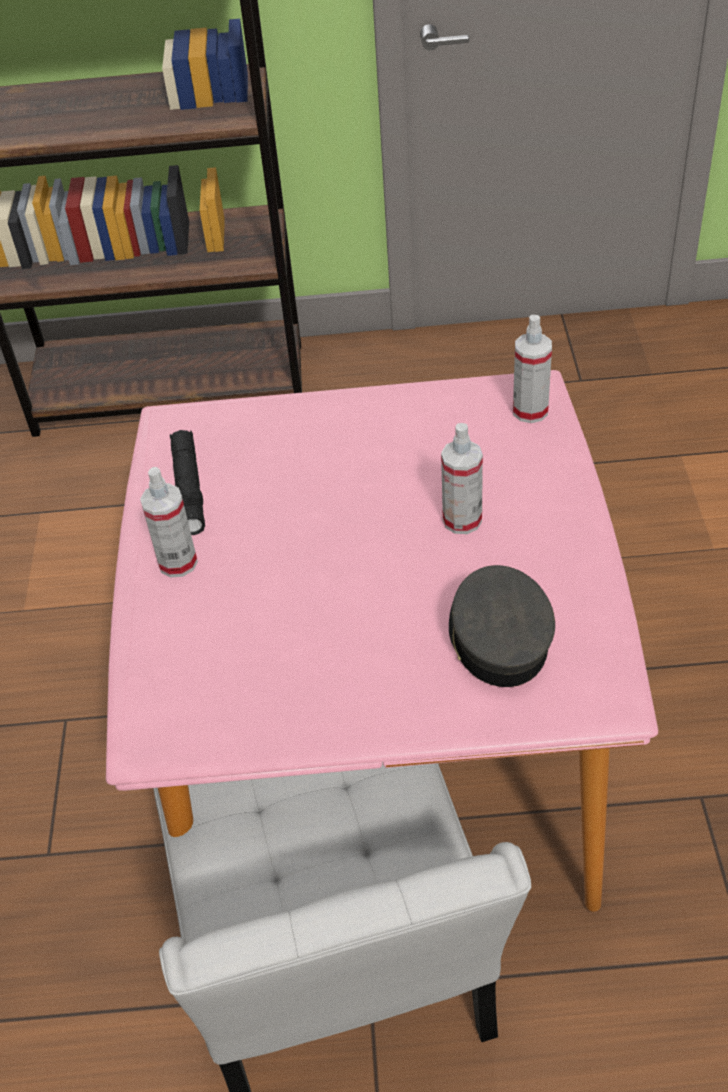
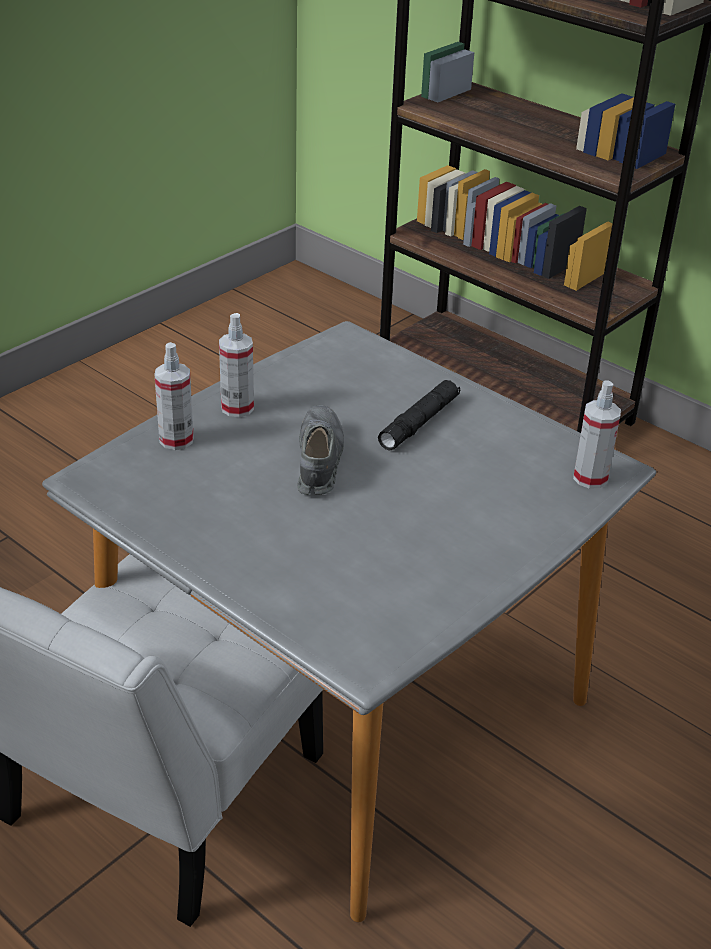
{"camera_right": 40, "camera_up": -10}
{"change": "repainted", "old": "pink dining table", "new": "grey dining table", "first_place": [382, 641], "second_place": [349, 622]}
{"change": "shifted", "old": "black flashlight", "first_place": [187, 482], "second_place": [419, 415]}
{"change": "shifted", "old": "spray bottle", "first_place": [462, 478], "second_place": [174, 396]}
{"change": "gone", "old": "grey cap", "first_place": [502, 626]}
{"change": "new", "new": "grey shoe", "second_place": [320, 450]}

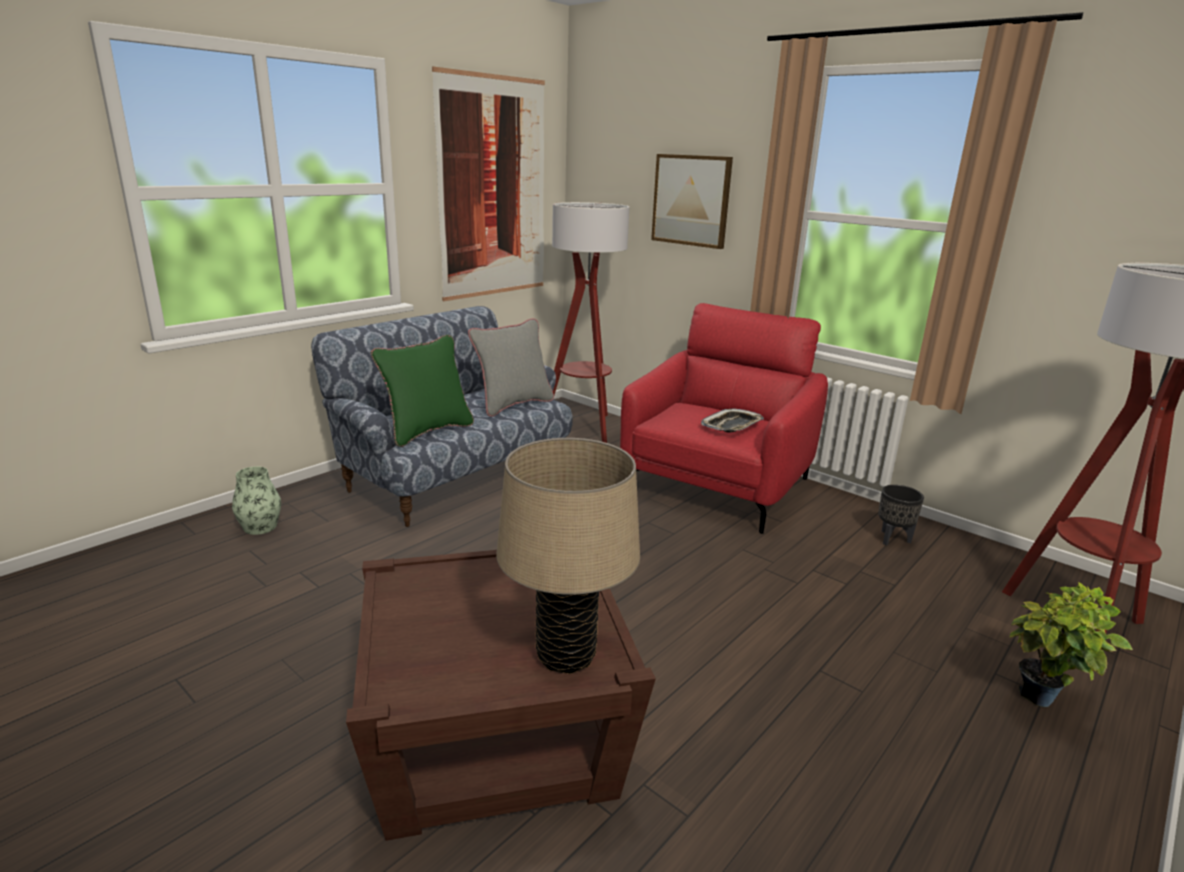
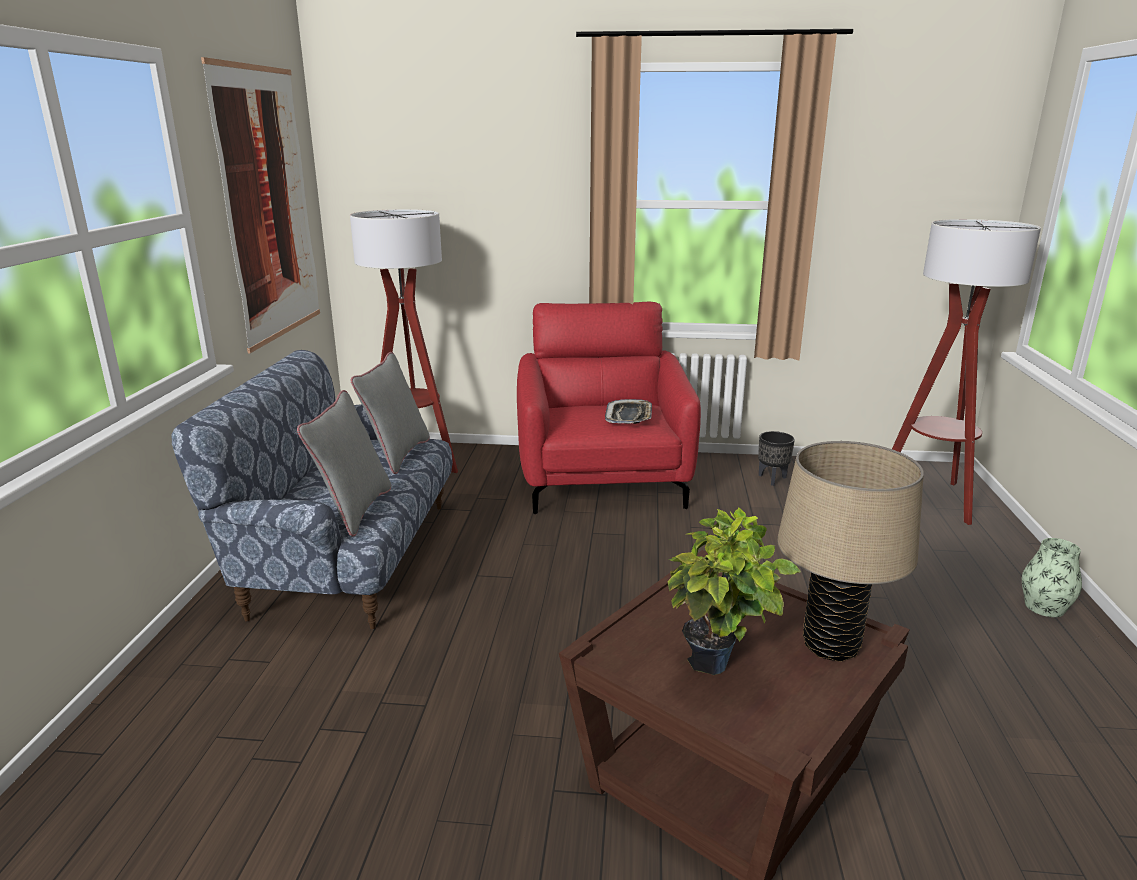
{"camera_right": -35, "camera_up": 0}
{"change": "shifted", "old": "vase", "first_place": [256, 500], "second_place": [1052, 577]}
{"change": "repainted", "old": "green pillow", "new": "grey pillow", "first_place": [422, 391], "second_place": [344, 463]}
{"change": "gone", "old": "picture", "first_place": [692, 201]}
{"change": "shifted", "old": "potted plant", "first_place": [1071, 644], "second_place": [734, 591]}

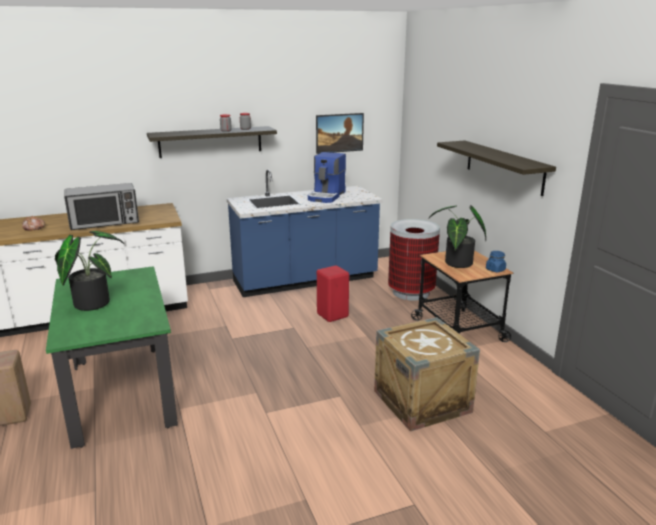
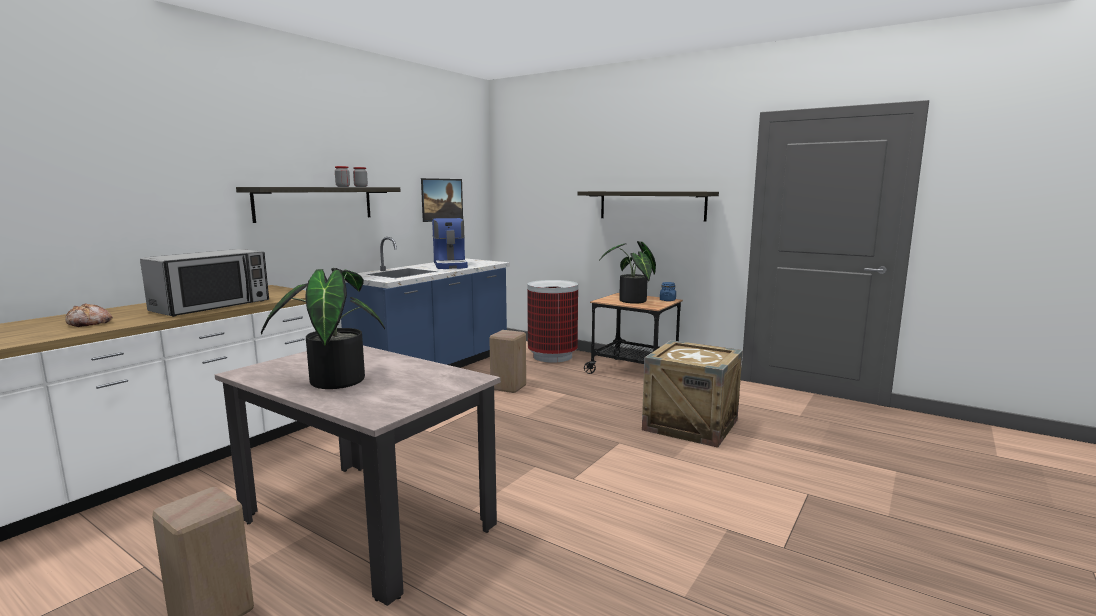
{"camera_right": -35, "camera_up": -10}
{"change": "repainted", "old": "green dining table", "new": "beige dining table", "first_place": [112, 357], "second_place": [358, 476]}
{"change": "repainted", "old": "red stool", "new": "beige stool", "first_place": [333, 293], "second_place": [507, 361]}

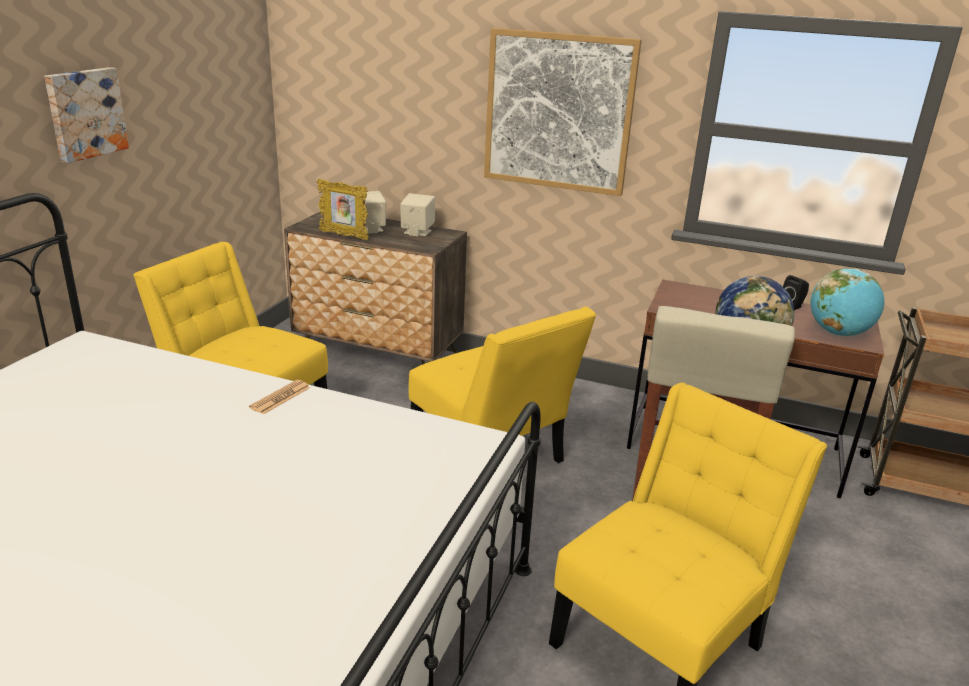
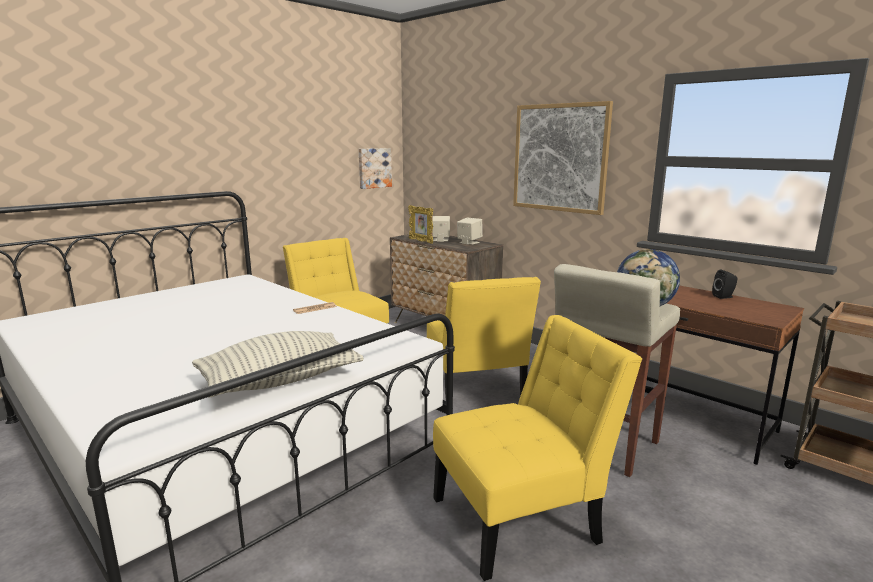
{"camera_right": 25, "camera_up": -10}
{"change": "shifted", "old": "picture", "first_place": [86, 115], "second_place": [375, 168]}
{"change": "gone", "old": "globe", "first_place": [847, 302]}
{"change": "new", "new": "pillow", "second_place": [278, 364]}

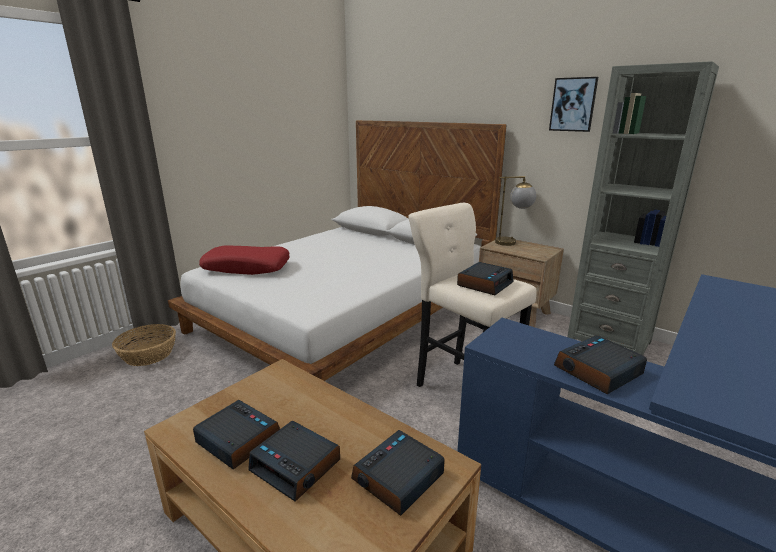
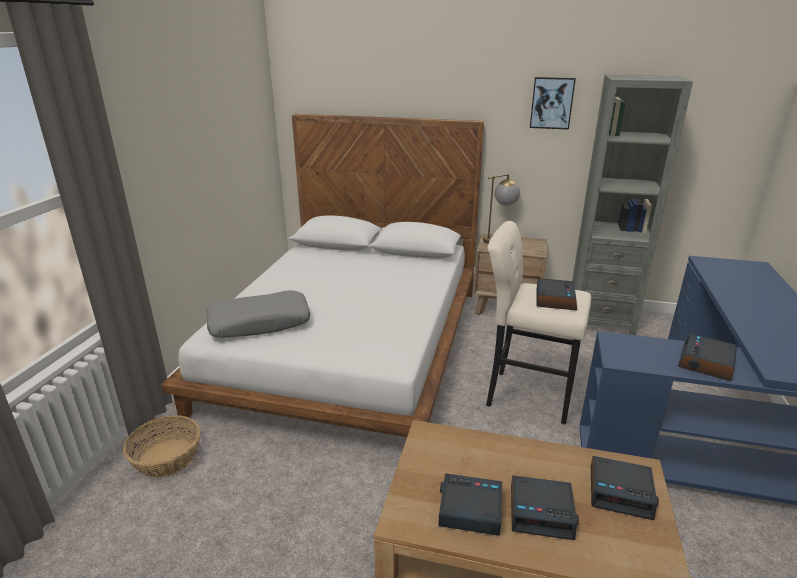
{"camera_right": -25, "camera_up": 5}
{"change": "repainted", "old": "red pillow", "new": "grey pillow", "first_place": [244, 260], "second_place": [258, 314]}
{"change": "rotated", "old": "alarm clock", "first_place": [398, 473], "second_place": [625, 488], "degrees": -90}

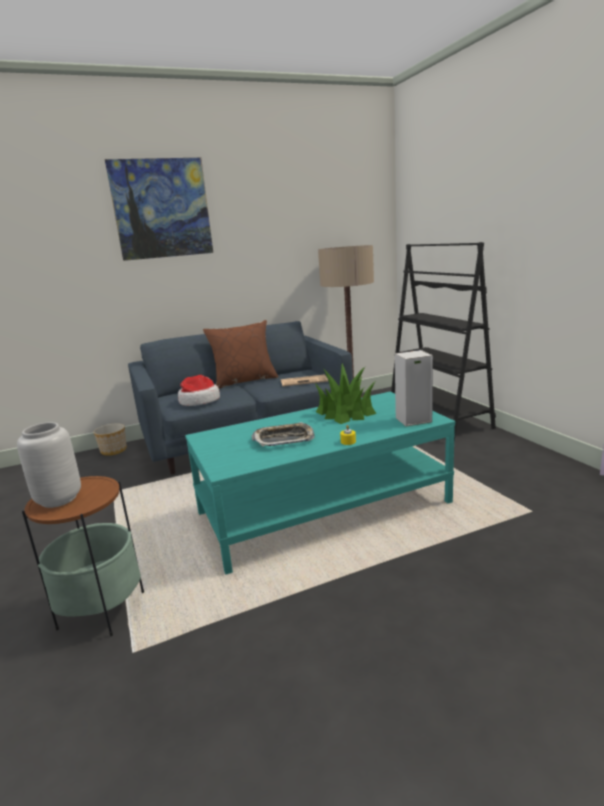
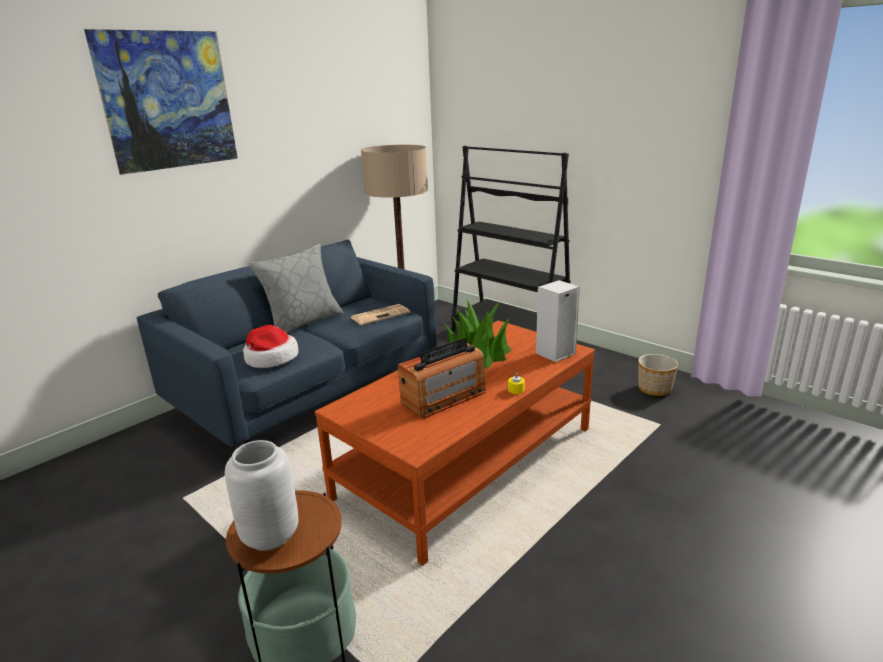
{"camera_right": -25, "camera_up": 5}
{"change": "shifted", "old": "planter", "first_place": [110, 439], "second_place": [658, 375]}
{"change": "repainted", "old": "turquoise coffee table", "new": "brown coffee table", "first_place": [320, 483], "second_place": [455, 443]}
{"change": "repainted", "old": "brown pillow", "new": "grey pillow", "first_place": [241, 354], "second_place": [296, 288]}
{"change": "swapped", "old": "tray", "new": "radio", "first_place": [283, 434], "second_place": [442, 378]}

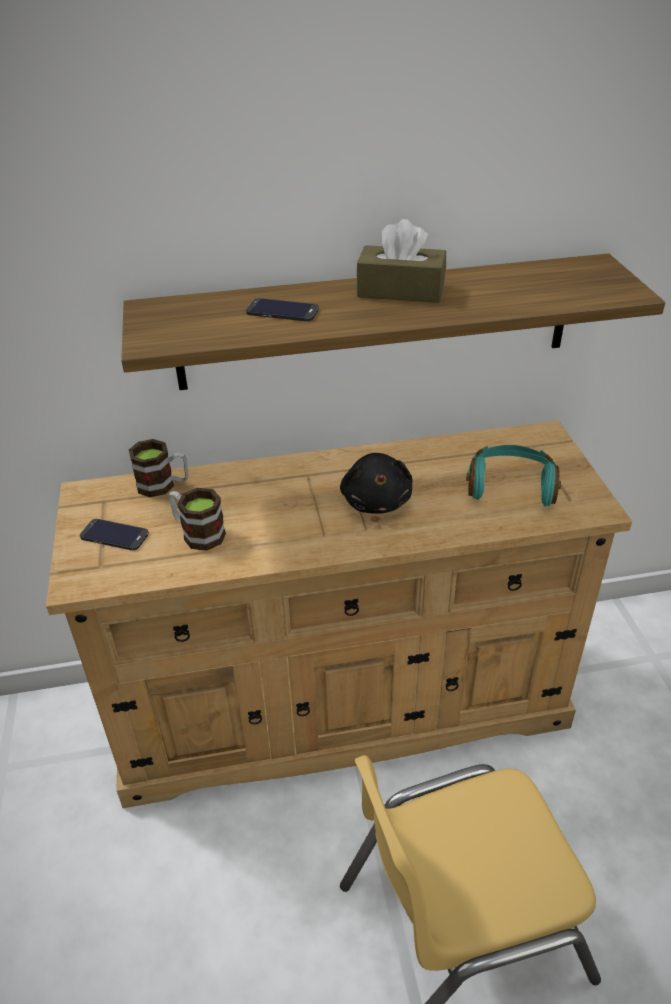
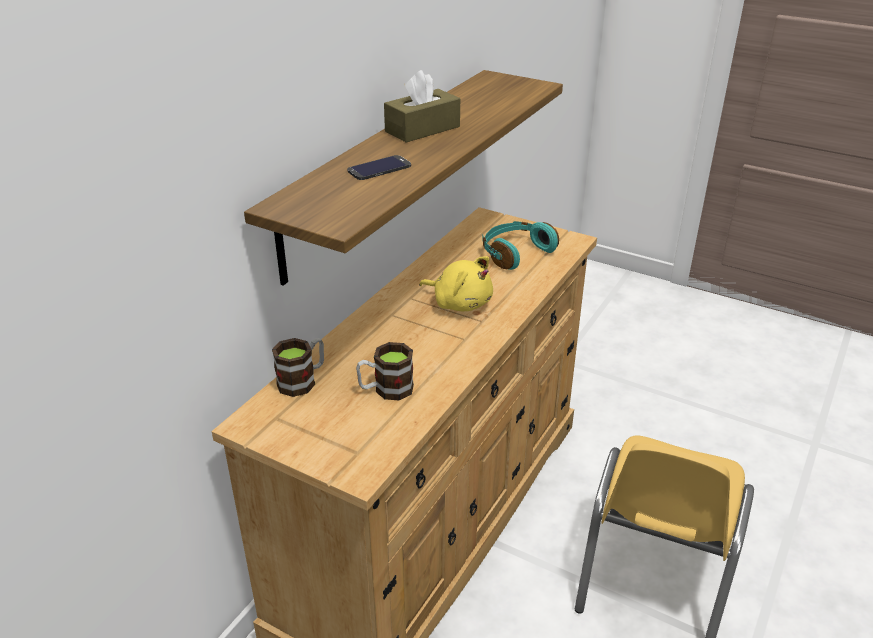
{"camera_right": -50, "camera_up": -5}
{"change": "gone", "old": "phone", "first_place": [114, 534]}
{"change": "repainted", "old": "black plush toy", "new": "yellow plush toy", "first_place": [376, 483], "second_place": [456, 283]}

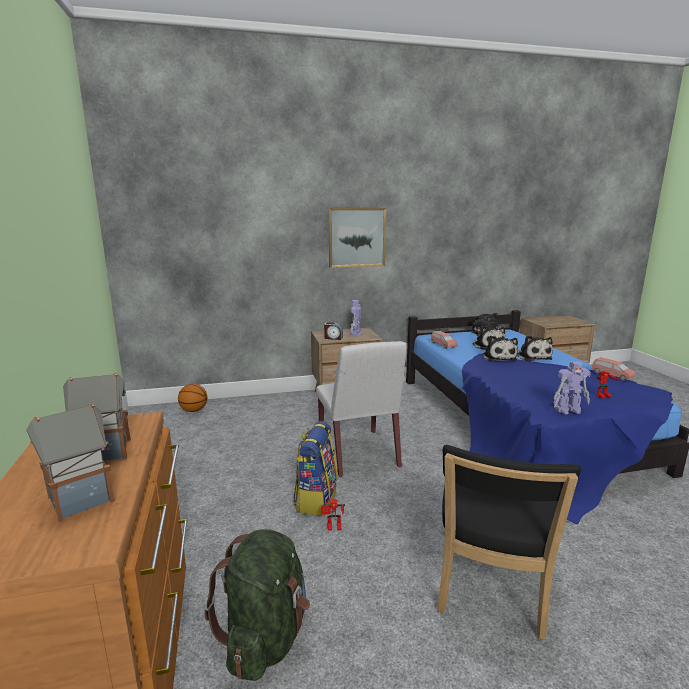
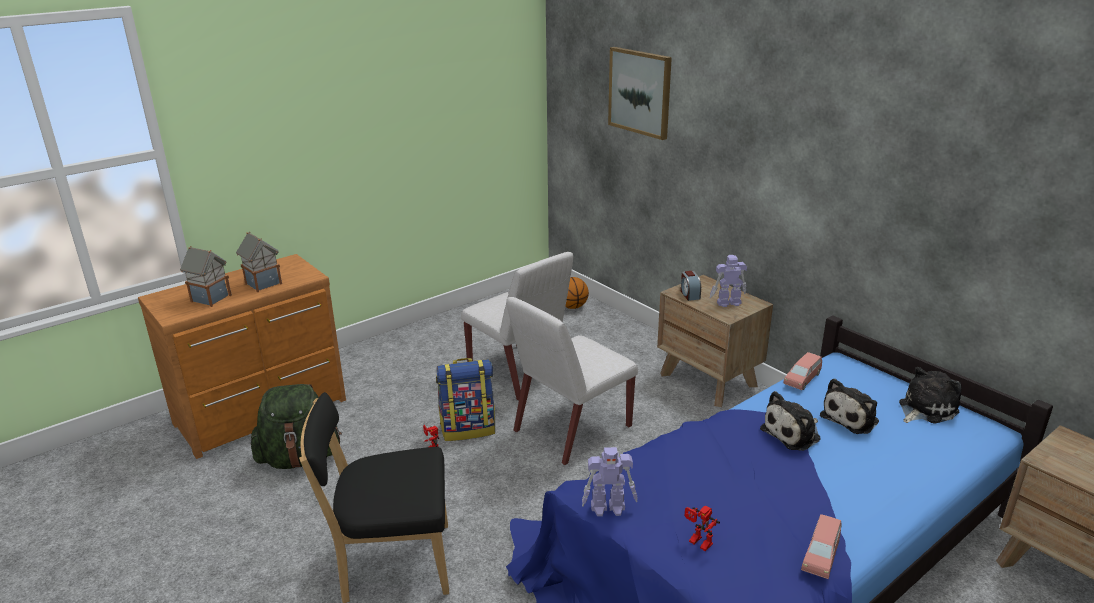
{"camera_right": 65, "camera_up": 10}
{"change": "shifted", "old": "picture", "first_place": [357, 238], "second_place": [640, 93]}
{"change": "gone", "old": "plush toy", "first_place": [535, 348]}
{"change": "rotated", "old": "toy robot", "first_place": [572, 387], "second_place": [610, 481], "degrees": -60}
{"change": "new", "new": "white chair", "second_place": [517, 326]}

